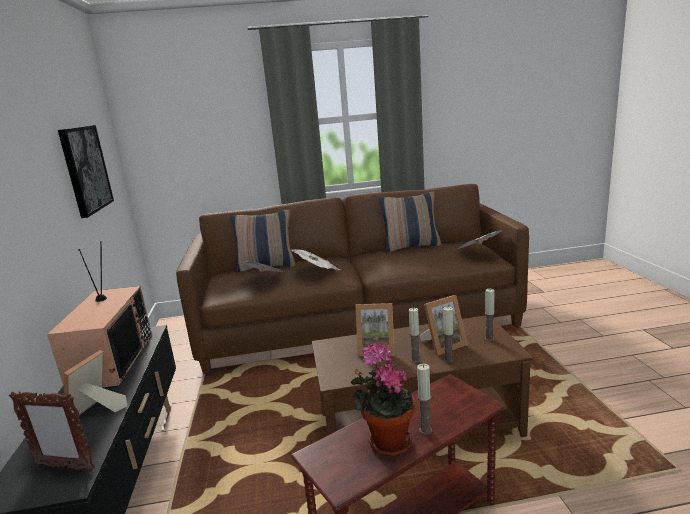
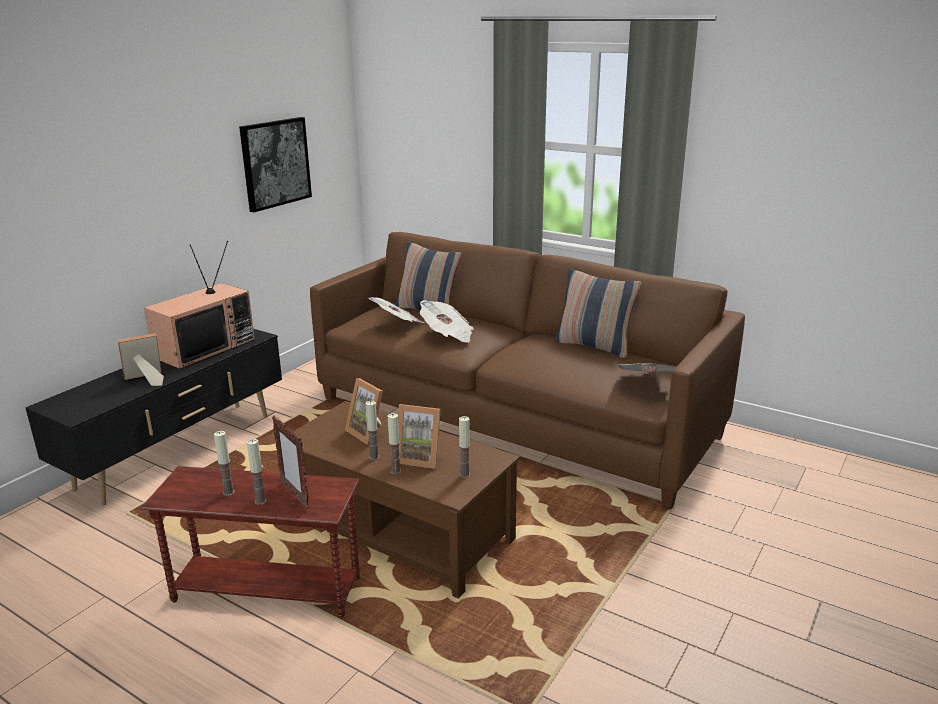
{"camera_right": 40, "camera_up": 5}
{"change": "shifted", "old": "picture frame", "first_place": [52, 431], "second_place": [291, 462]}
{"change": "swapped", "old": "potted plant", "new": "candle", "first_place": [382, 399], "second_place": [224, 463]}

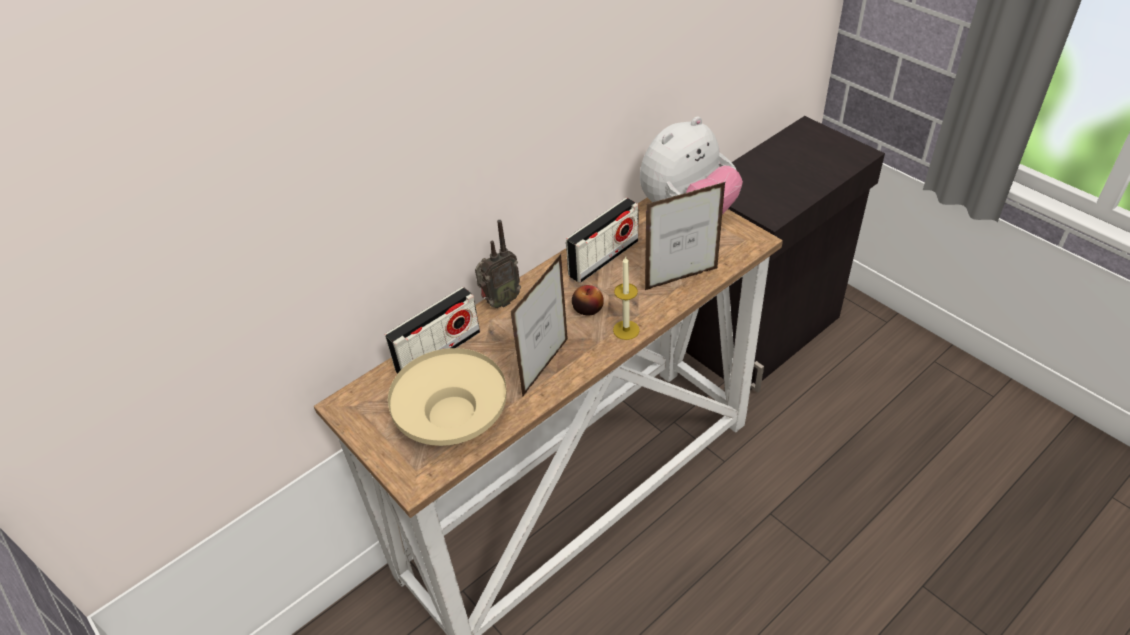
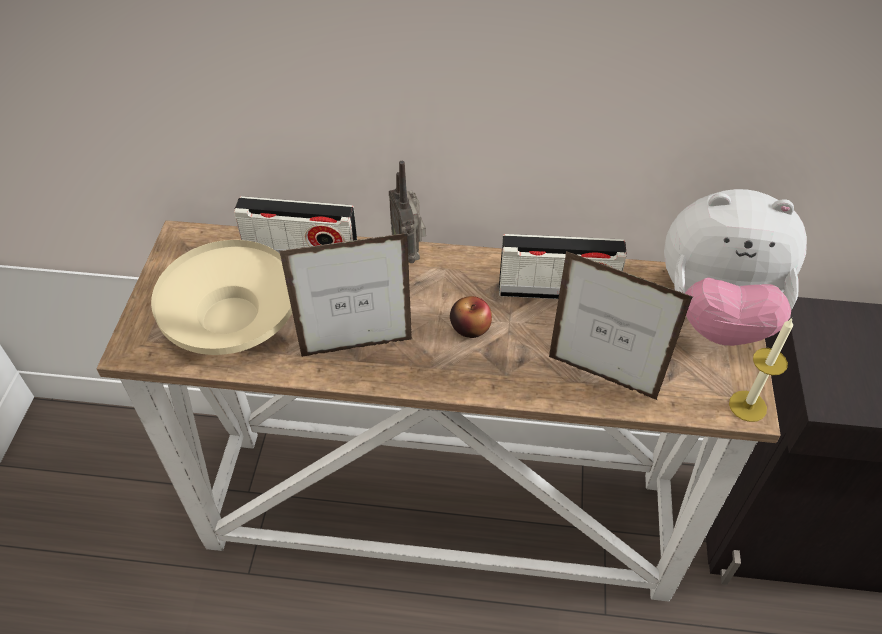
{"camera_right": 45, "camera_up": 5}
{"change": "rotated", "old": "radio", "first_place": [498, 264], "second_place": [407, 212], "degrees": 60}
{"change": "shifted", "old": "candle", "first_place": [626, 297], "second_place": [761, 370]}

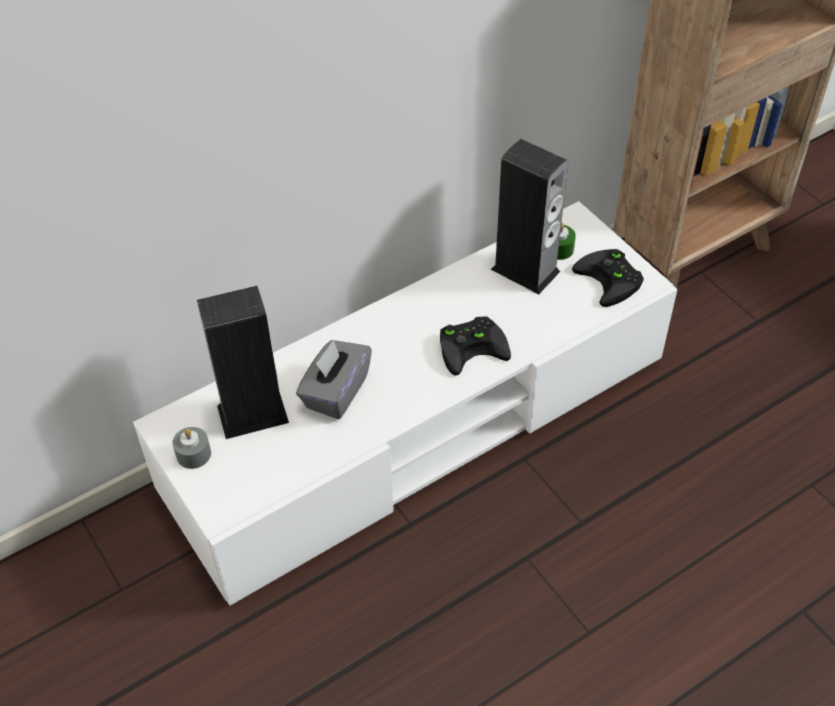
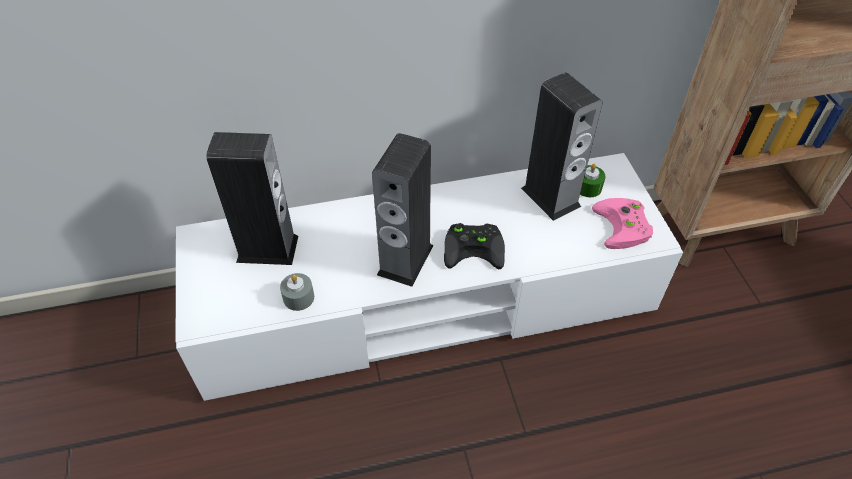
{"camera_right": 20, "camera_up": 0}
{"change": "shifted", "old": "grey candle", "first_place": [191, 448], "second_place": [297, 292]}
{"change": "gone", "old": "grey tissue box", "first_place": [334, 379]}
{"change": "repainted", "old": "black game controller", "new": "pink game controller", "first_place": [608, 278], "second_place": [622, 223]}
{"change": "new", "new": "speaker", "second_place": [403, 210]}

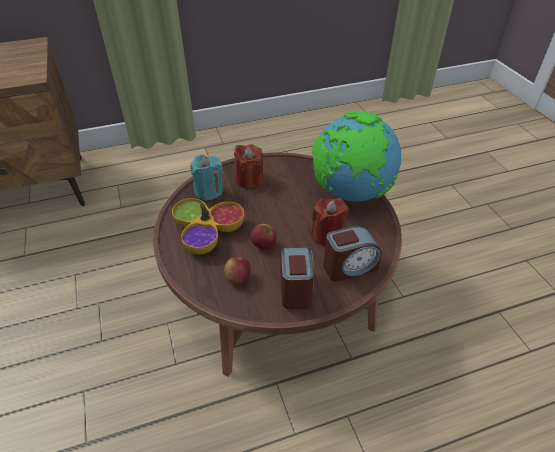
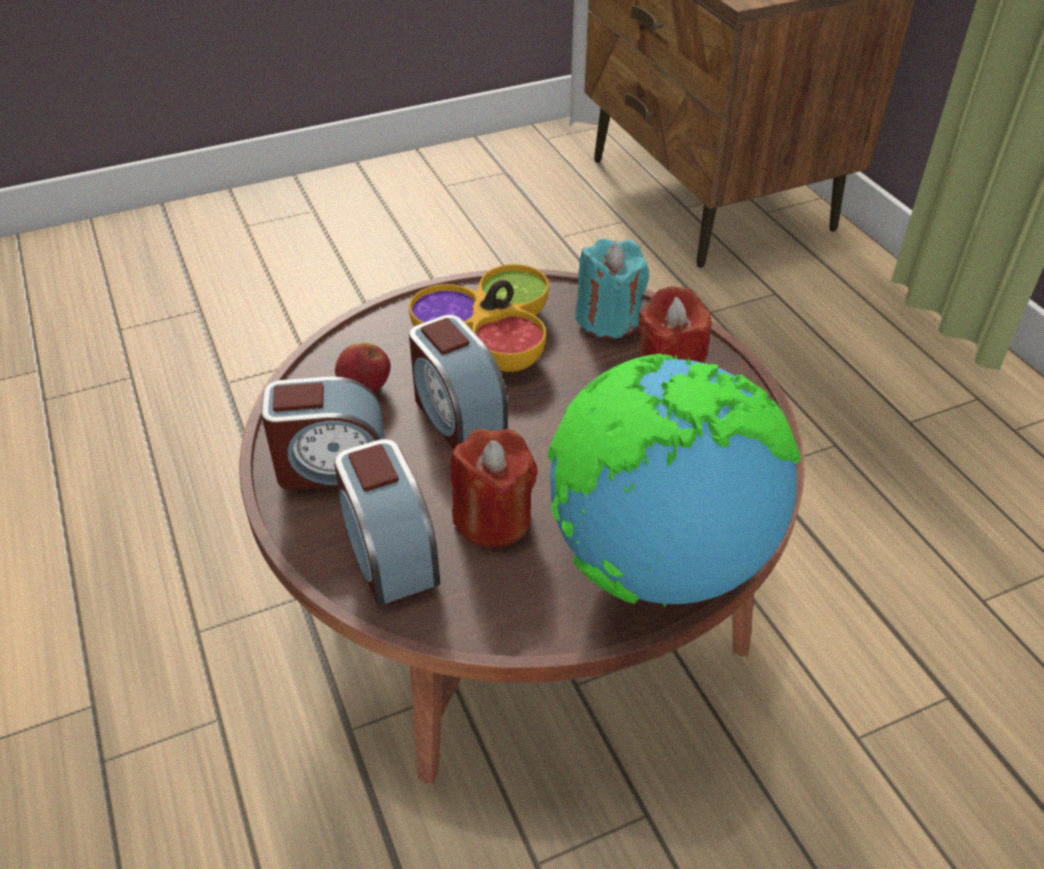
{"camera_right": 85, "camera_up": 0}
{"change": "swapped", "old": "apple", "new": "alarm clock", "first_place": [263, 236], "second_place": [458, 382]}

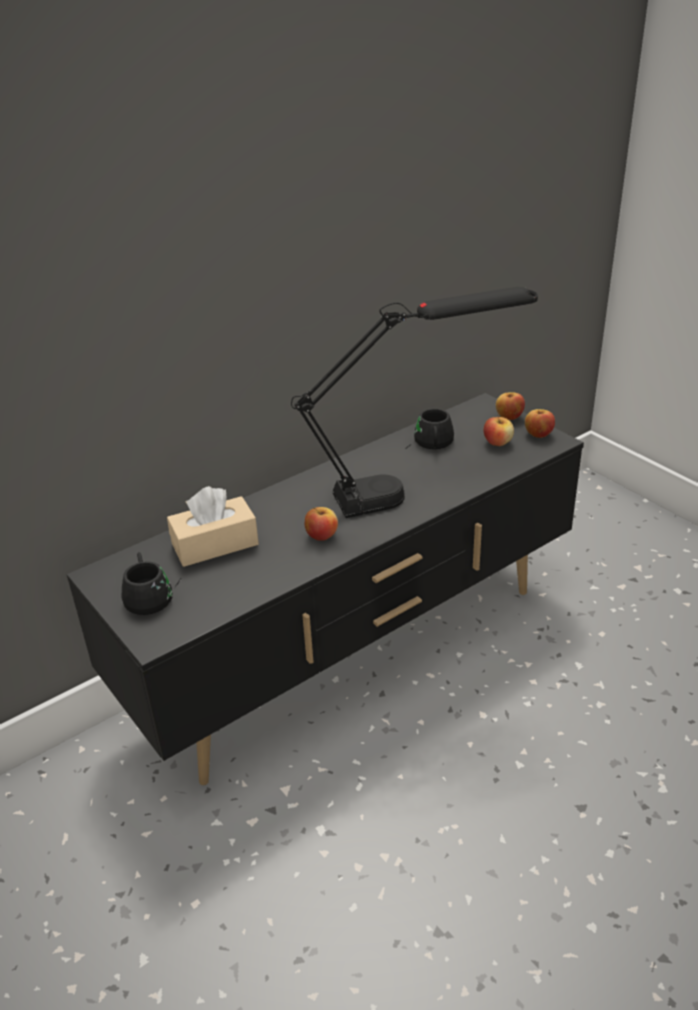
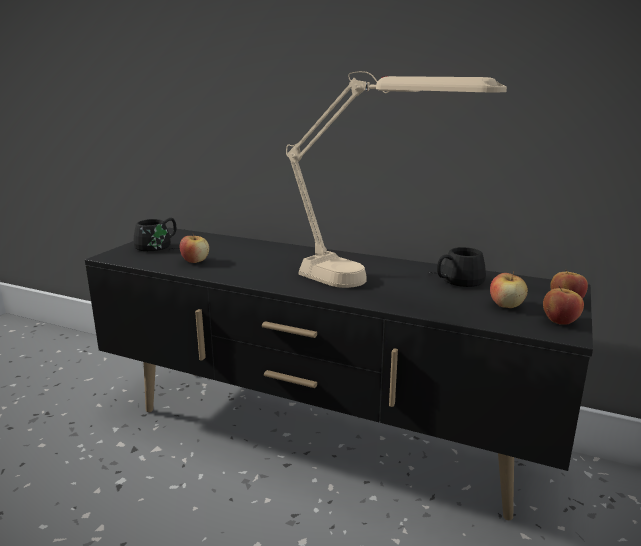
{"camera_right": 60, "camera_up": -15}
{"change": "gone", "old": "beige tissue box", "first_place": [213, 526]}
{"change": "repainted", "old": "black table lamp", "new": "beige table lamp", "first_place": [414, 402], "second_place": [396, 179]}
{"change": "shifted", "old": "apple", "first_place": [321, 524], "second_place": [194, 248]}

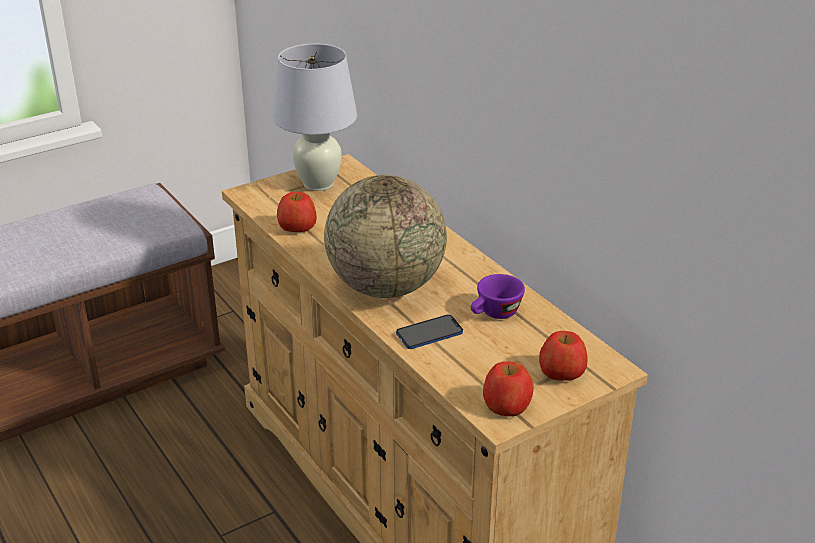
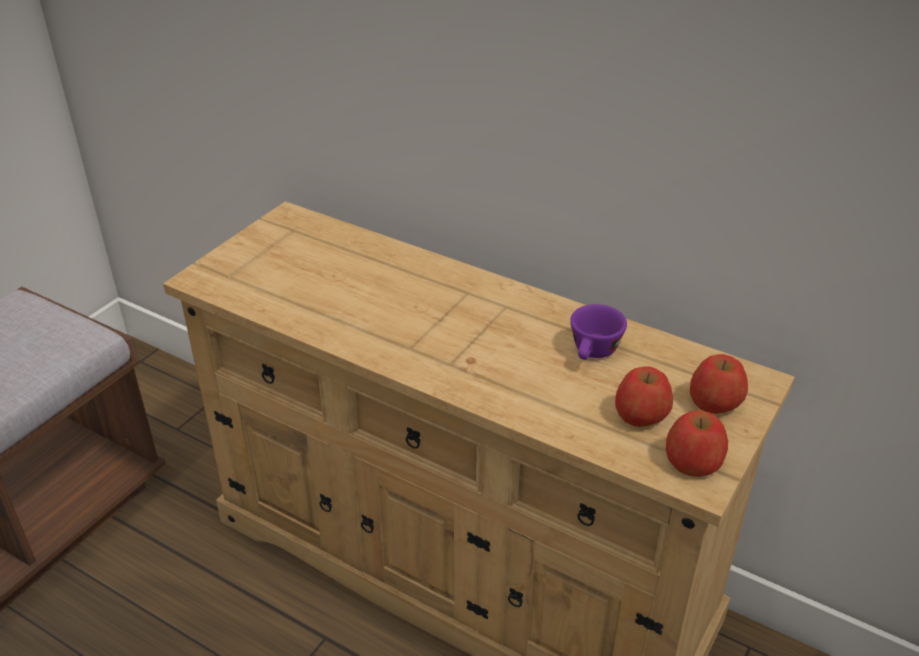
{"camera_right": -25, "camera_up": 5}
{"change": "gone", "old": "white table lamp", "first_place": [315, 117]}
{"change": "shifted", "old": "apple", "first_place": [297, 212], "second_place": [644, 396]}
{"change": "gone", "old": "globe", "first_place": [385, 236]}
{"change": "gone", "old": "phone", "first_place": [429, 332]}

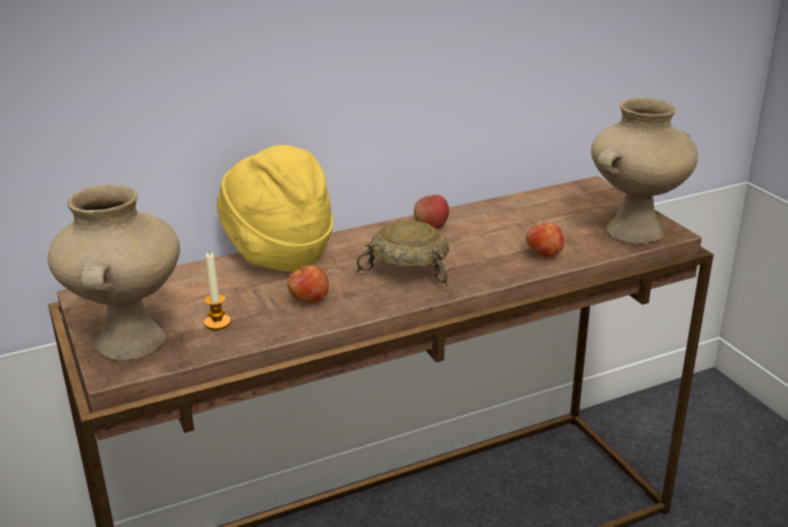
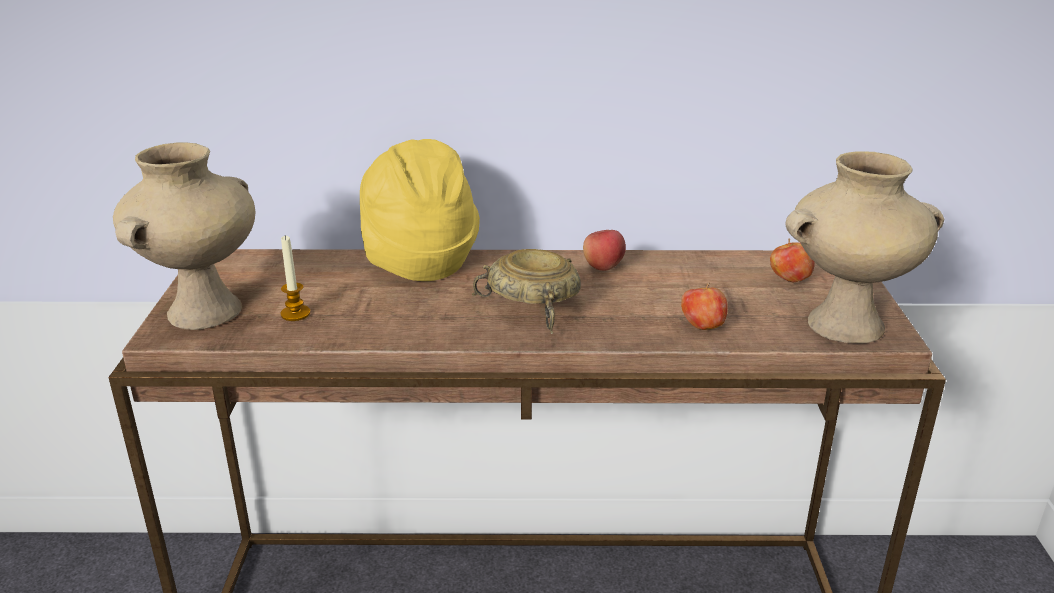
{"camera_right": 25, "camera_up": 0}
{"change": "shifted", "old": "apple", "first_place": [308, 283], "second_place": [792, 260]}

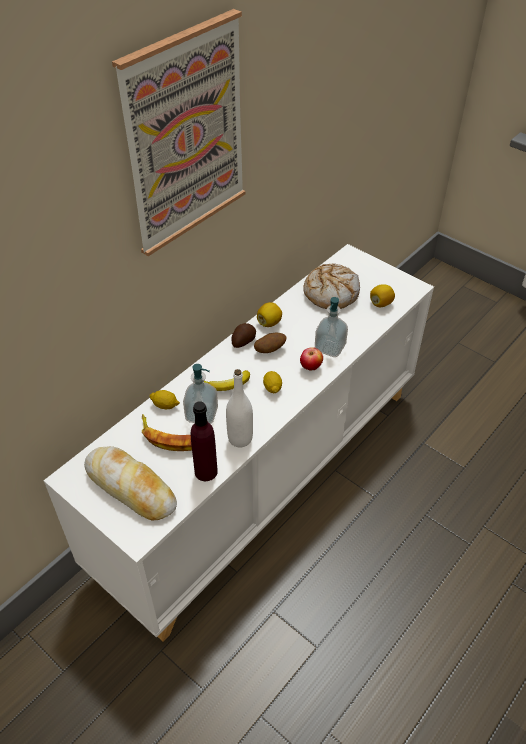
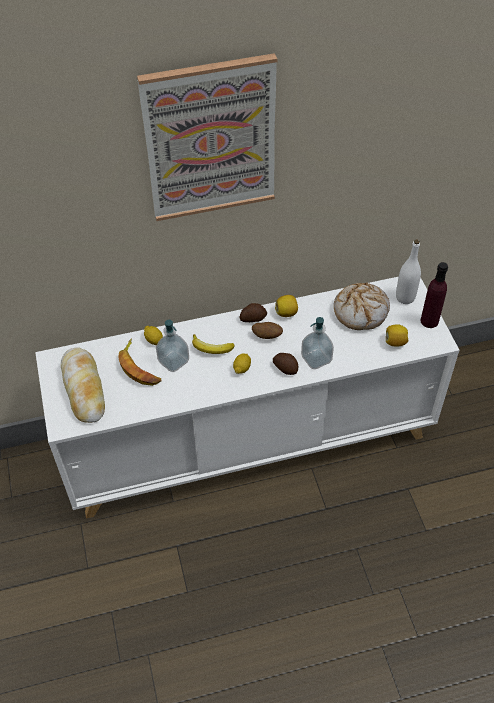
{"camera_right": 35, "camera_up": 5}
{"change": "shifted", "old": "purple bottle", "first_place": [204, 441], "second_place": [434, 295]}
{"change": "shifted", "old": "white bottle", "first_place": [239, 408], "second_place": [408, 271]}
{"change": "swapped", "old": "apple", "new": "potato", "first_place": [311, 359], "second_place": [285, 364]}

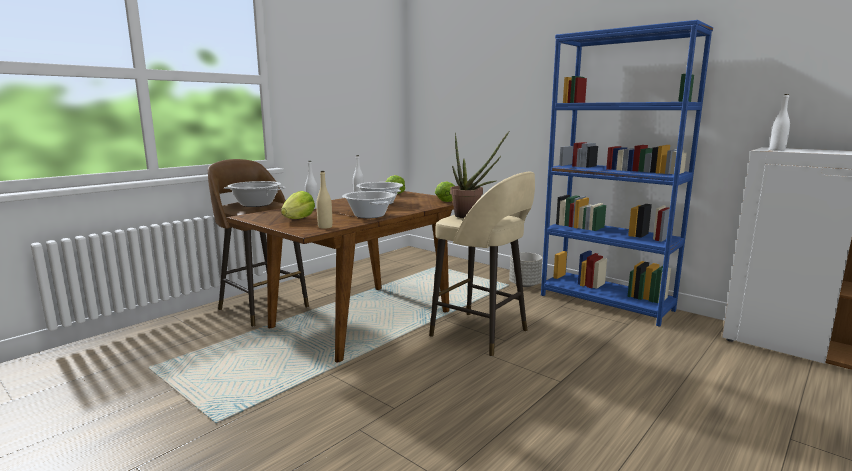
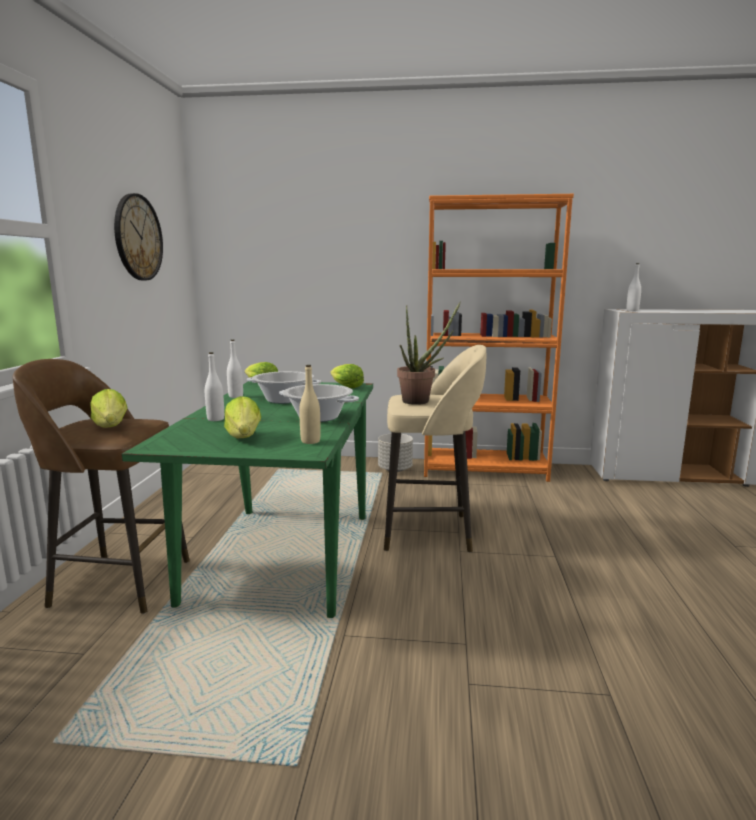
{"camera_right": -35, "camera_up": 0}
{"change": "swapped", "old": "cooking pot", "new": "lettuce", "first_place": [255, 194], "second_place": [108, 408]}
{"change": "repainted", "old": "brown dining table", "new": "green dining table", "first_place": [340, 277], "second_place": [247, 499]}
{"change": "repainted", "old": "blue bookcase", "new": "orange bookcase", "first_place": [627, 173], "second_place": [499, 338]}
{"change": "new", "new": "wall clock", "second_place": [138, 236]}

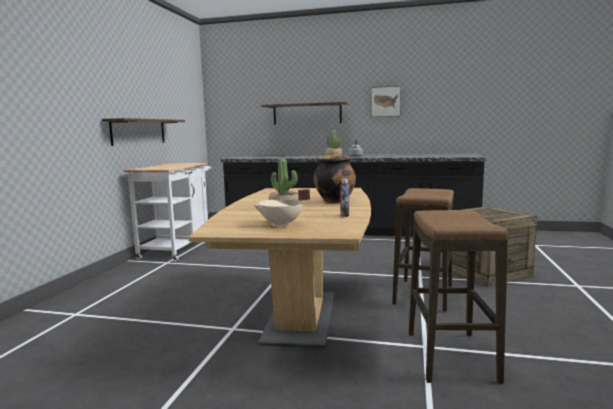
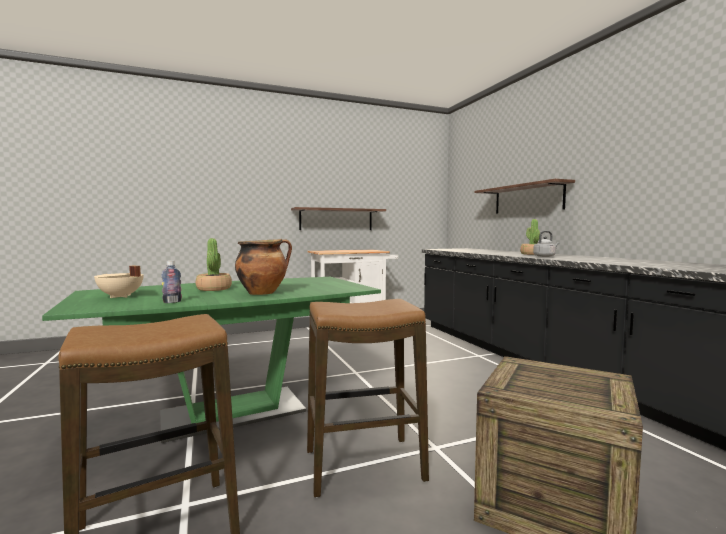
{"camera_right": 55, "camera_up": -5}
{"change": "repainted", "old": "brown dining table", "new": "green dining table", "first_place": [280, 268], "second_place": [211, 360]}
{"change": "gone", "old": "picture", "first_place": [386, 101]}

